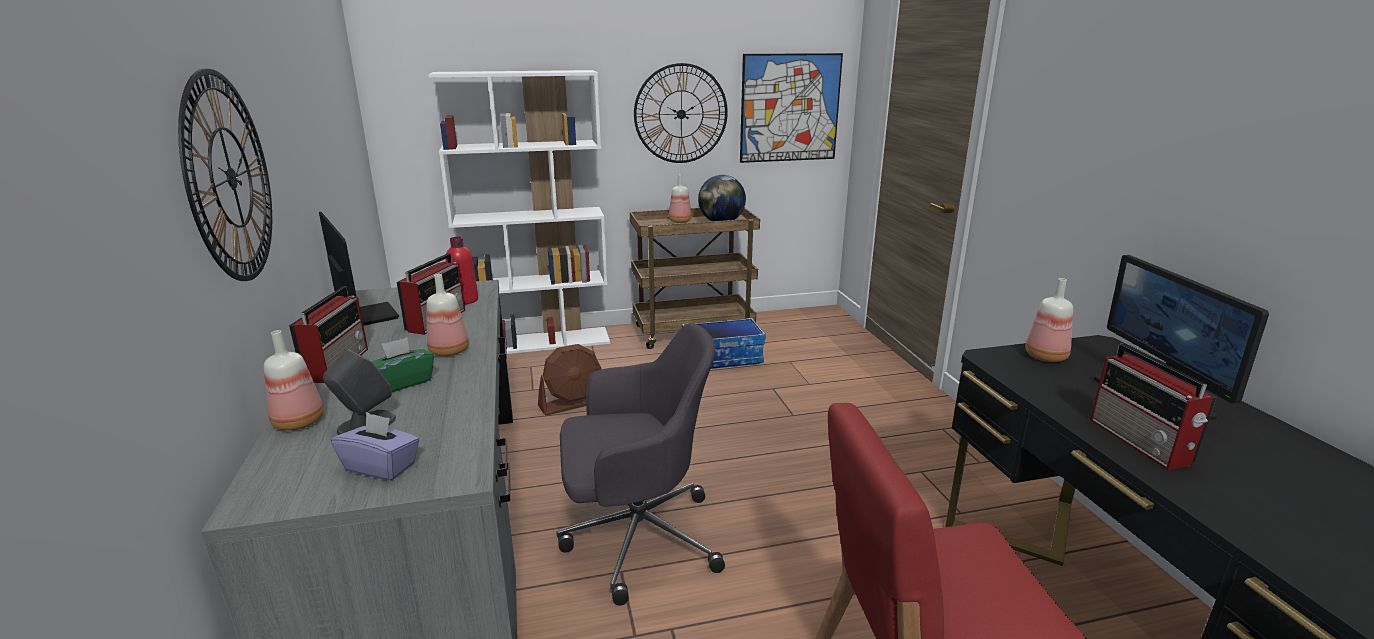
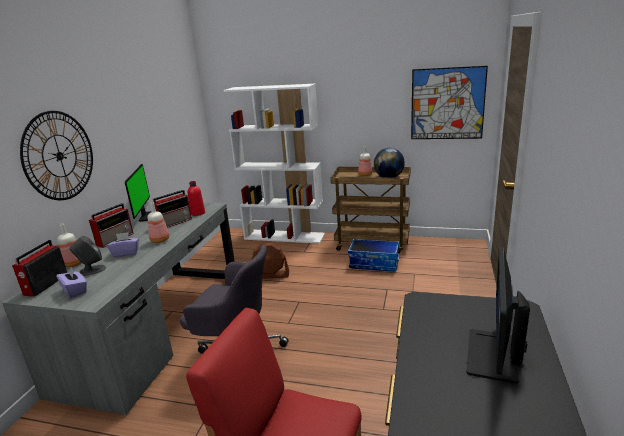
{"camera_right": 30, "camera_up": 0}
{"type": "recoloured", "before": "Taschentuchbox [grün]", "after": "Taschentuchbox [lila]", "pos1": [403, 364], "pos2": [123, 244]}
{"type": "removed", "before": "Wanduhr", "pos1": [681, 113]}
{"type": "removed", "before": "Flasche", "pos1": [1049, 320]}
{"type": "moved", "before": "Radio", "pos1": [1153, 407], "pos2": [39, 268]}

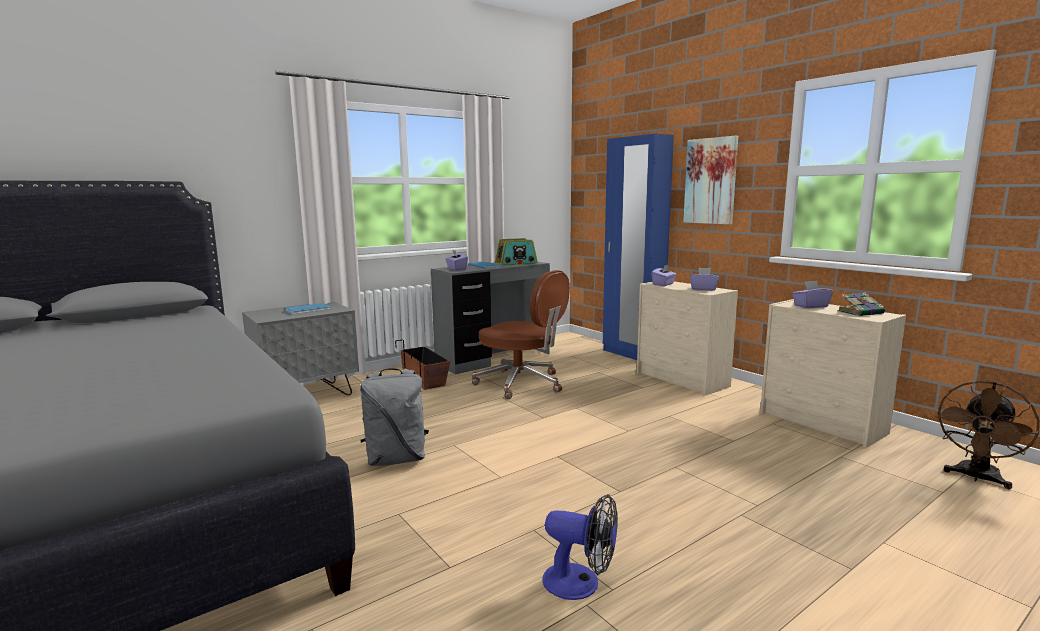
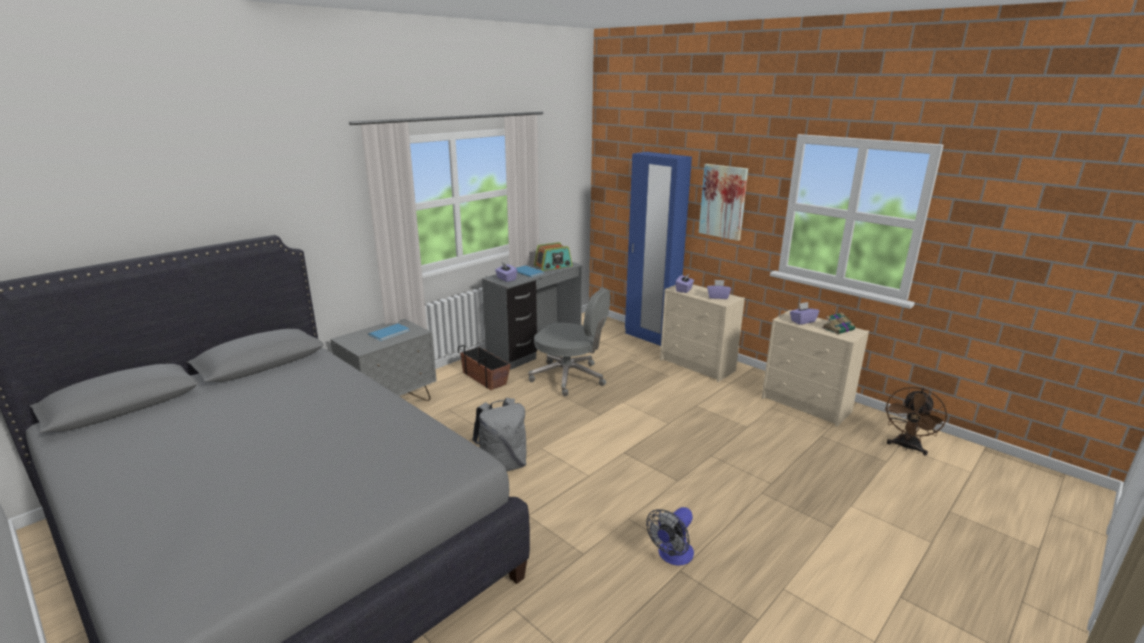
{"camera_right": -10, "camera_up": 10}
{"type": "recoloured", "before": "Bürostuhl [braun]", "after": "Bürostuhl [grau]", "pos1": [521, 334], "pos2": [569, 342]}
{"type": "turned", "before": "Ventilator", "pos1": [580, 547], "pos2": [670, 536], "turn": 120}

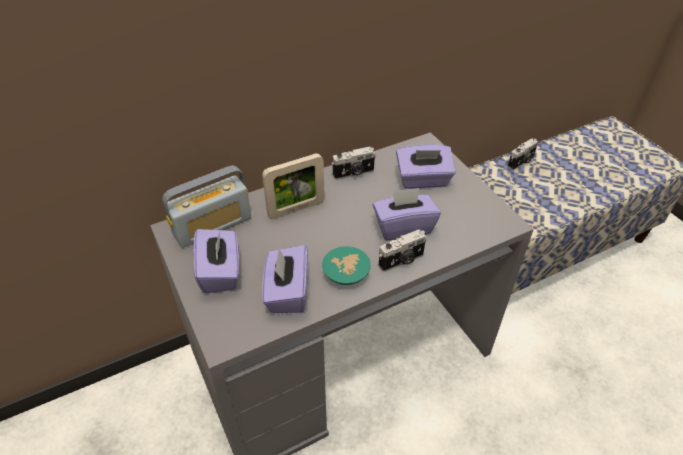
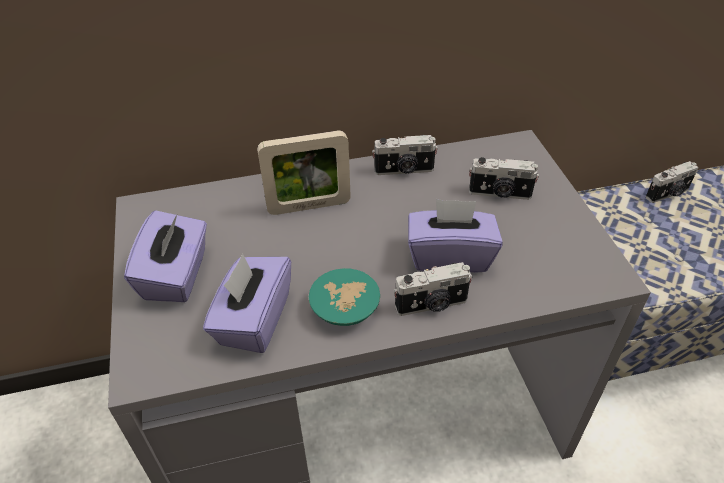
{"camera_right": 15, "camera_up": 0}
{"type": "removed", "before": "Radio", "pos1": [206, 207]}
{"type": "replaced", "before": "Taschentuchbox [lila]", "after": "Kamera", "pos1": [426, 166], "pos2": [504, 178]}

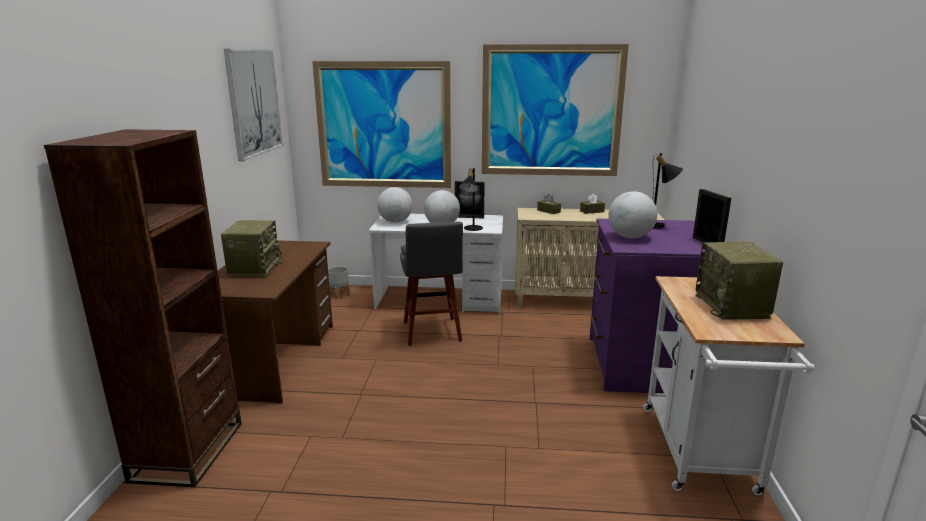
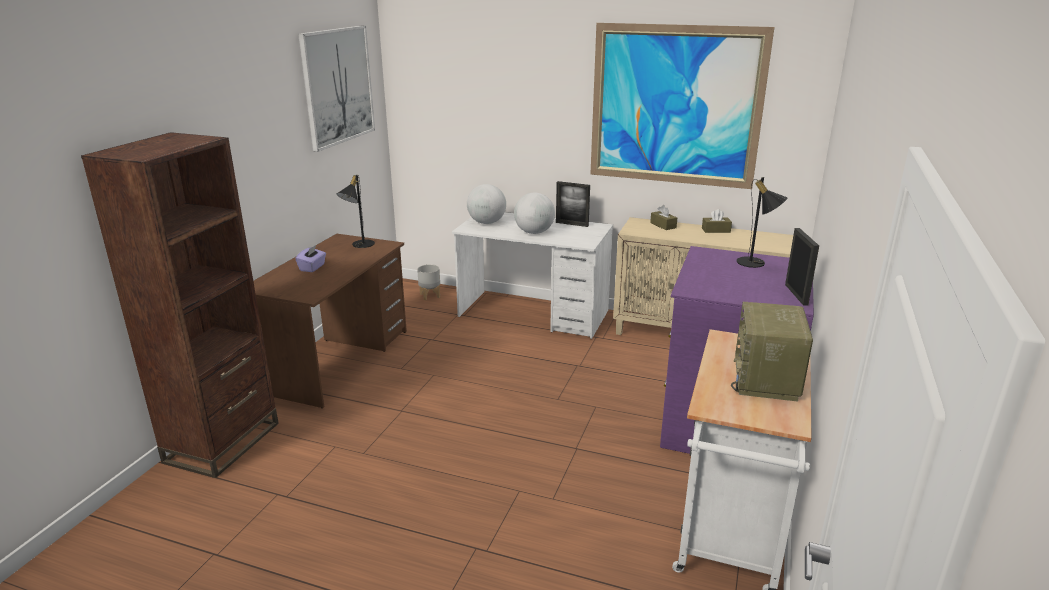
{"camera_right": 15, "camera_up": 5}
{"type": "replaced", "before": "Radio", "after": "Taschentuchbox [lila]", "pos1": [251, 248], "pos2": [310, 258]}
{"type": "removed", "before": "Bild", "pos1": [381, 124]}
{"type": "removed", "before": "Hocker [grau]", "pos1": [431, 284]}
{"type": "moved", "before": "Tischlampe [schwarz]", "pos1": [471, 199], "pos2": [356, 211]}
{"type": "removed", "before": "Globus", "pos1": [632, 215]}

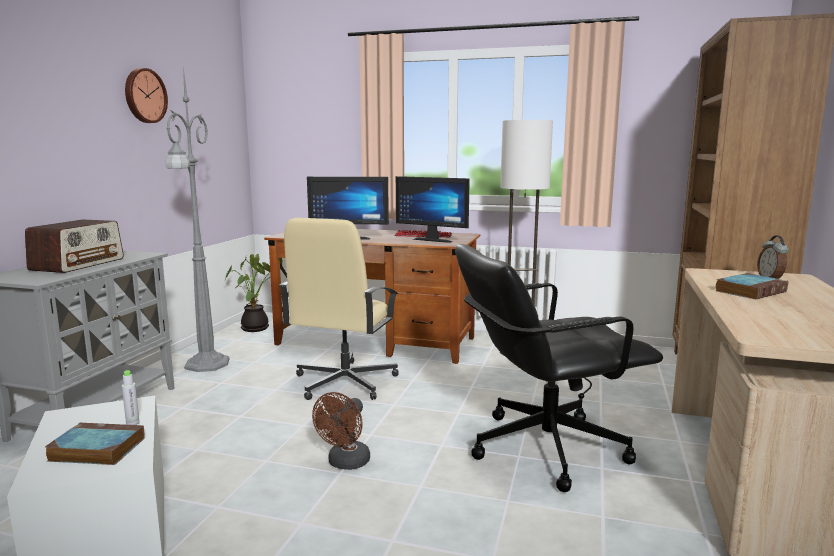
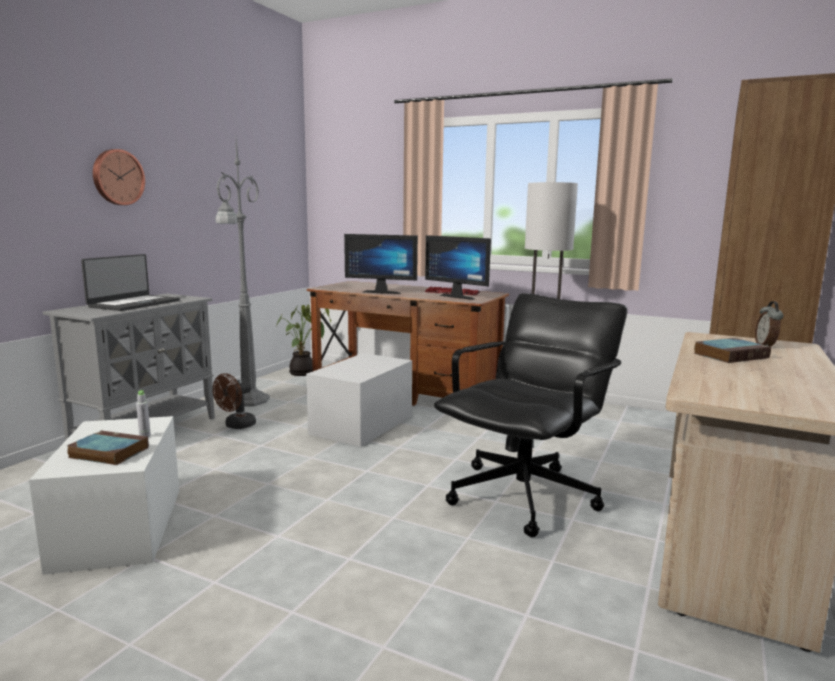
{"camera_right": 10, "camera_up": 0}
{"type": "replaced", "before": "Radio", "after": "Laptop", "pos1": [74, 246], "pos2": [130, 282]}
{"type": "moved", "before": "Wanduhr", "pos1": [146, 95], "pos2": [119, 177]}
{"type": "replaced", "before": "Bürostuhl [beige]", "after": "Aufbewahrungsbox [weiß]", "pos1": [339, 309], "pos2": [359, 400]}
{"type": "moved", "before": "Ventilator [braun]", "pos1": [341, 431], "pos2": [234, 401]}
{"type": "turned", "before": "Bürostuhl [schwarz]", "pos1": [559, 368], "pos2": [531, 415], "turn": 135}

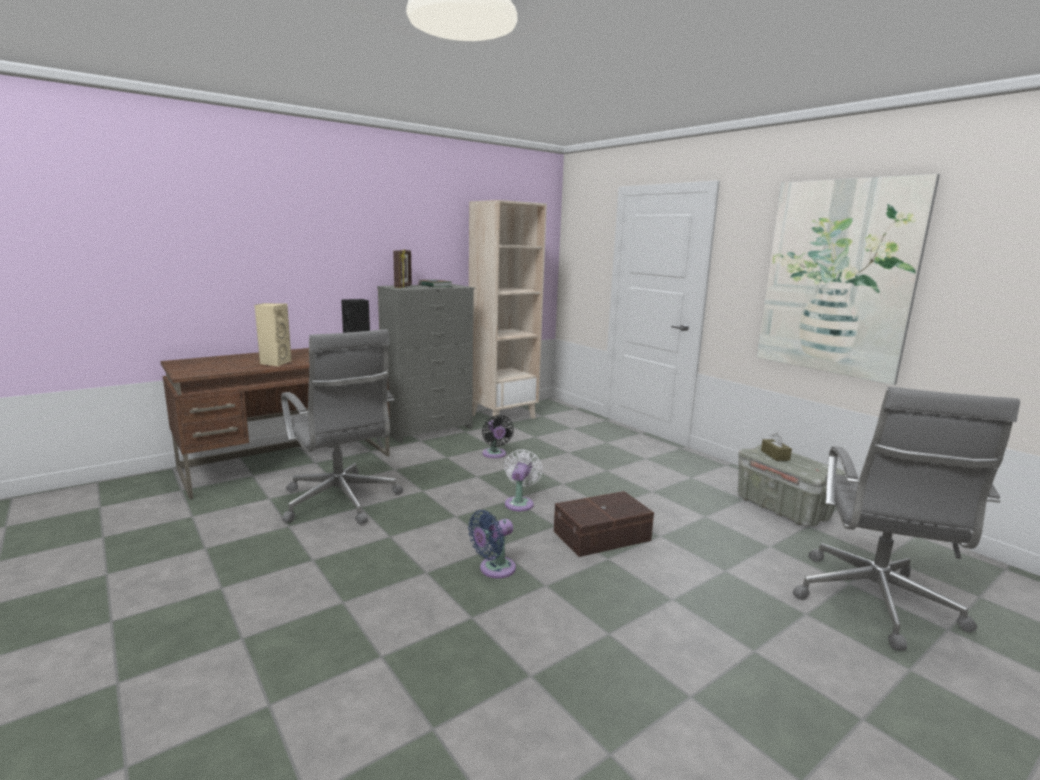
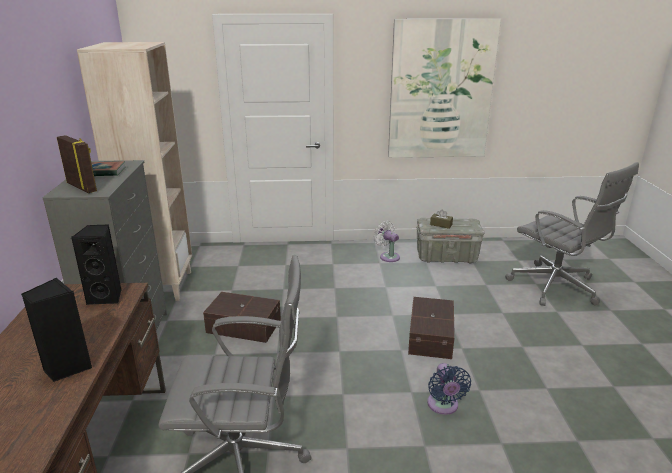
{"camera_right": -55, "camera_up": 10}
{"type": "recoloured", "before": "Lautsprecher [beige]", "after": "Lautsprecher [schwarz]", "pos1": [273, 334], "pos2": [56, 330]}
{"type": "replaced", "before": "Ventilator [schwarz]", "after": "Aufbewahrungsbox [braun]", "pos1": [498, 436], "pos2": [242, 317]}
{"type": "moved", "before": "Ventilator [weiß]", "pos1": [523, 480], "pos2": [387, 241]}

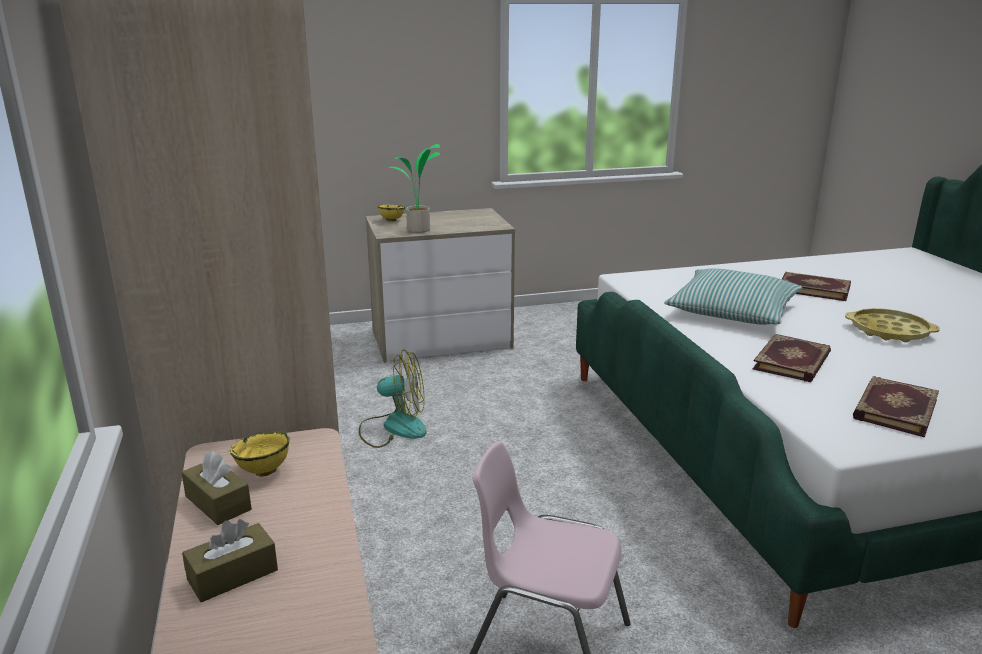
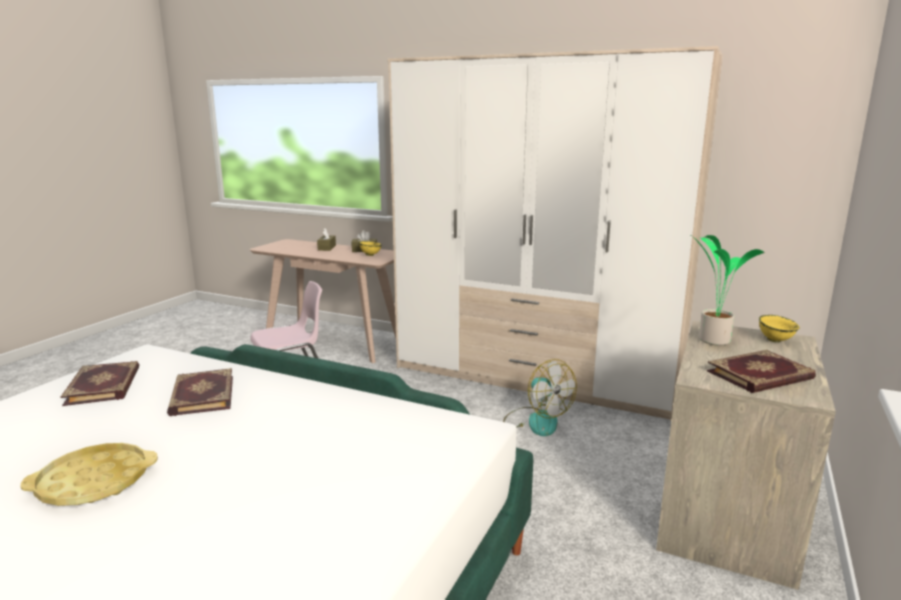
{"camera_right": 130, "camera_up": -5}
{"type": "turned", "before": "Ventilator", "pos1": [393, 399], "pos2": [540, 397], "turn": -75}
{"type": "removed", "before": "Kissen", "pos1": [733, 296]}
{"type": "moved", "before": "Buch", "pos1": [816, 286], "pos2": [761, 371]}

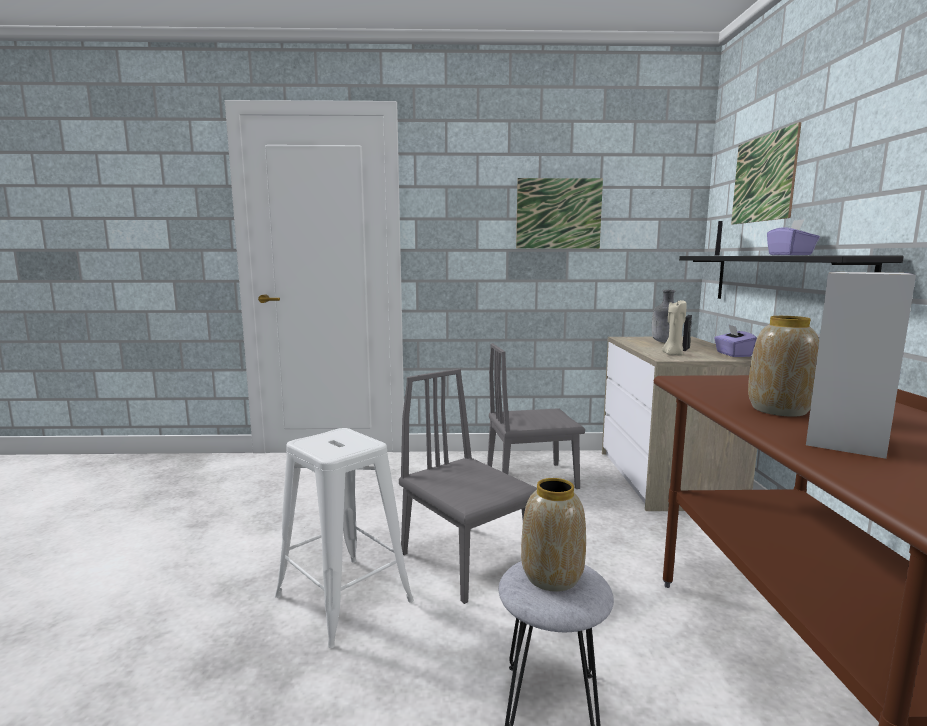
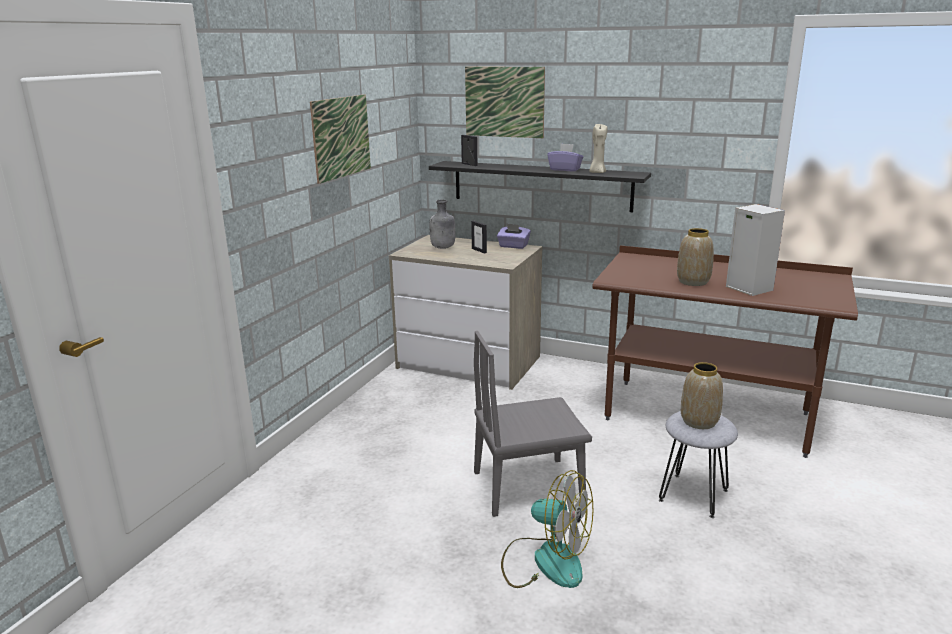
{"camera_right": -65, "camera_up": 10}
{"type": "replaced", "before": "Hocker [weiß]", "after": "Ventilator", "pos1": [344, 538], "pos2": [547, 529]}
{"type": "removed", "before": "Stuhl [grau]", "pos1": [536, 416]}
{"type": "moved", "before": "Kerze [beige]", "pos1": [674, 328], "pos2": [598, 148]}

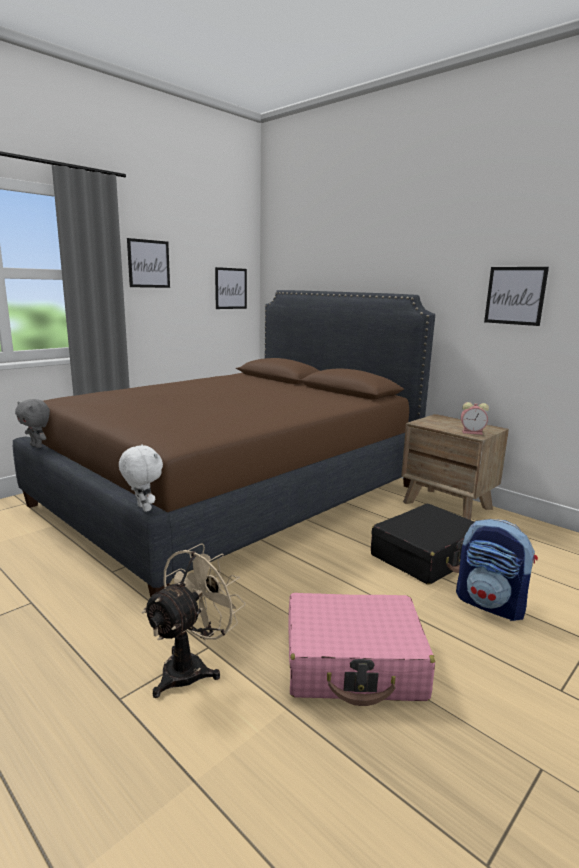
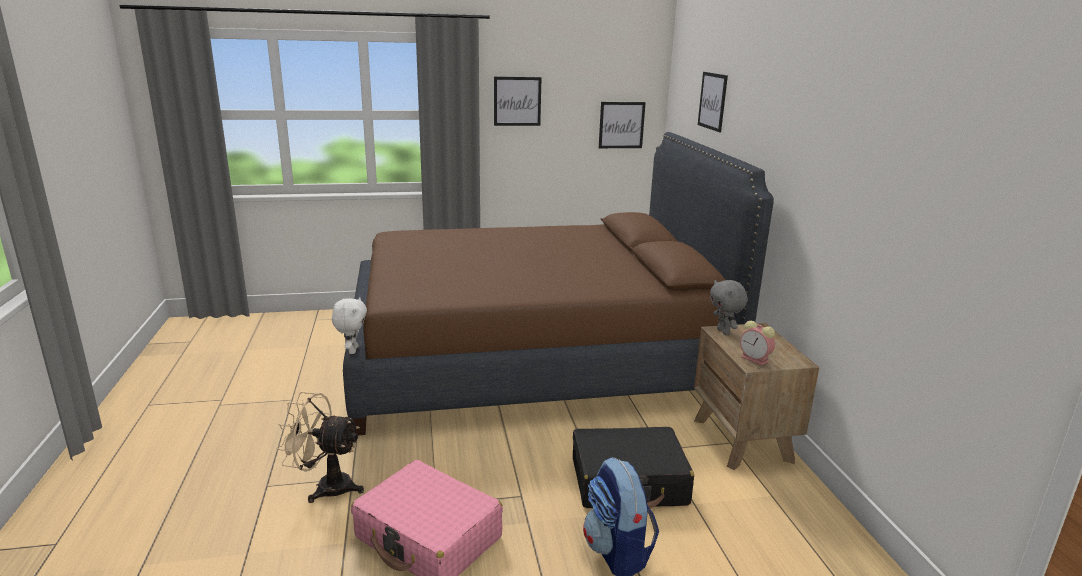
{"camera_right": 35, "camera_up": 5}
{"type": "moved", "before": "Plüschtier [grau]", "pos1": [32, 423], "pos2": [729, 307]}
{"type": "turned", "before": "Ventilator [beige]", "pos1": [194, 620], "pos2": [320, 447], "turn": -150}
{"type": "moved", "before": "Bild", "pos1": [516, 296], "pos2": [713, 102]}

